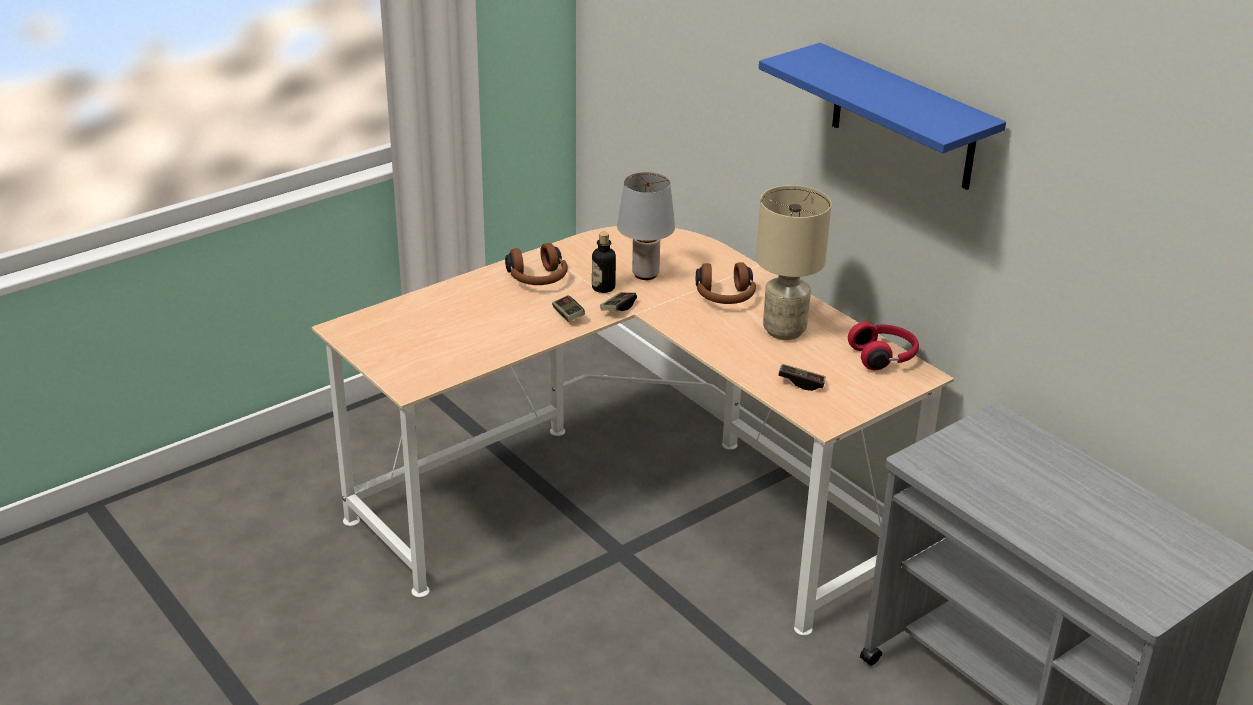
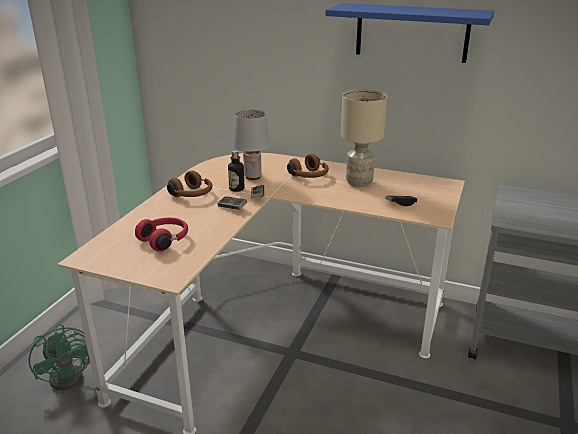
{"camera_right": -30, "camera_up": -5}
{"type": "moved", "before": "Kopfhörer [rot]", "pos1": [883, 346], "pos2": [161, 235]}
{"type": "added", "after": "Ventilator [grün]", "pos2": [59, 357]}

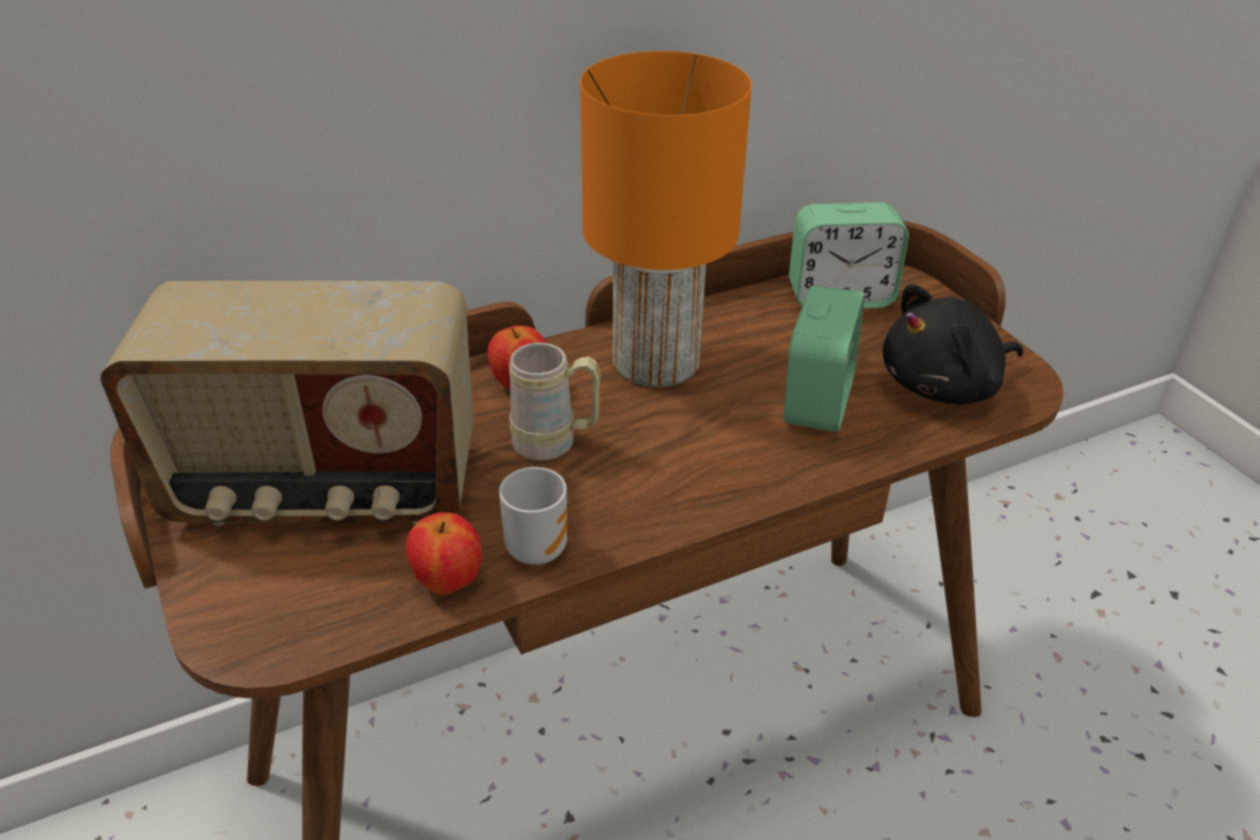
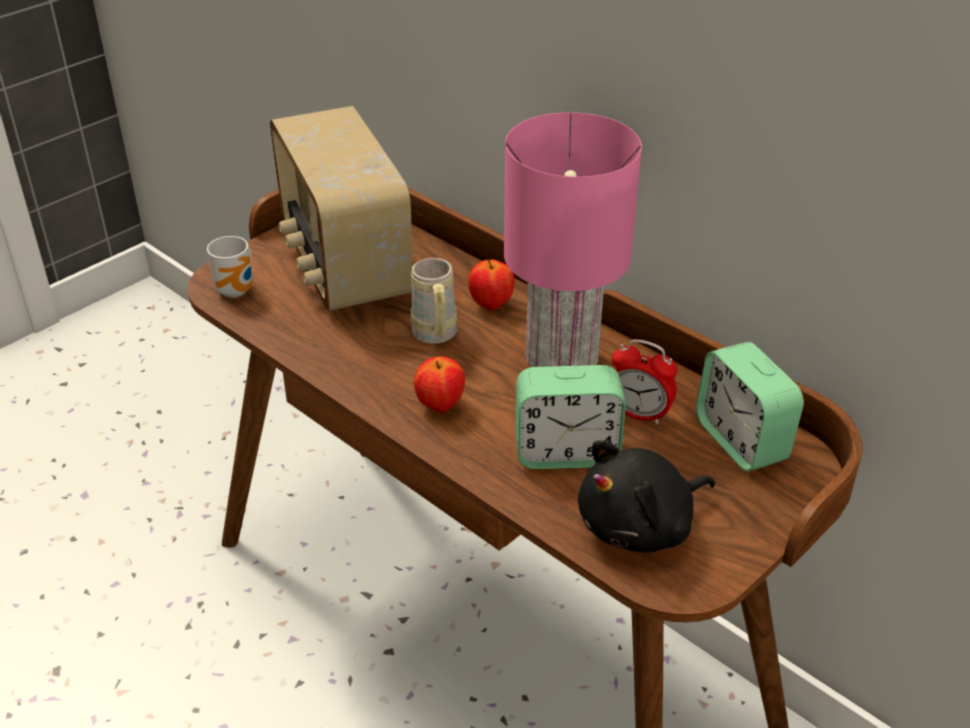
{"camera_right": 70, "camera_up": 0}
{"type": "moved", "before": "Apfel", "pos1": [444, 553], "pos2": [439, 384]}
{"type": "moved", "before": "Henkelbecher", "pos1": [533, 516], "pos2": [230, 267]}
{"type": "recoloured", "before": "Tischlampe [orange]", "after": "Tischlampe [rosa]", "pos1": [666, 219], "pos2": [573, 239]}
{"type": "turned", "before": "Plüschtier [schwarz]", "pos1": [953, 344], "pos2": [646, 496], "turn": -75}
{"type": "added", "after": "Wecker", "pos2": [644, 382]}

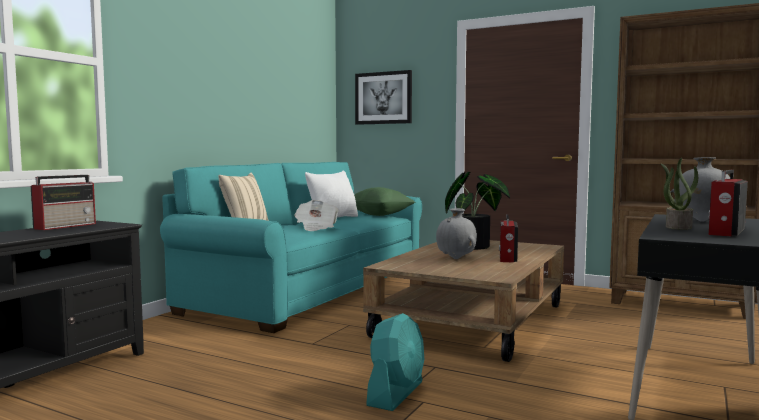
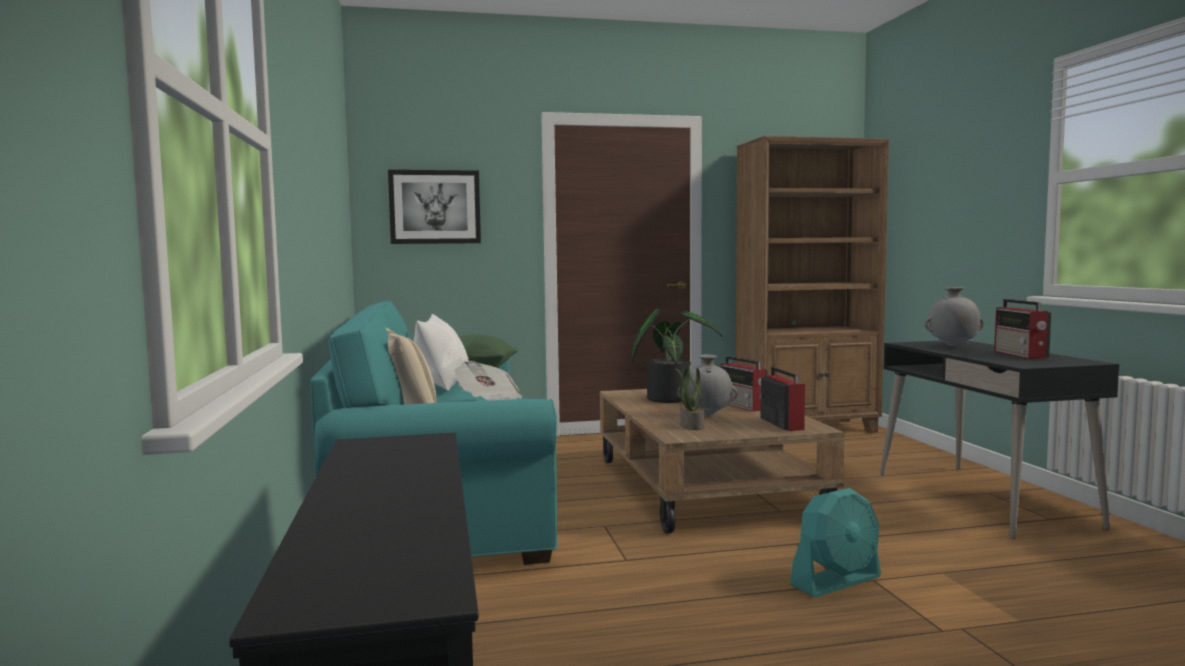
{"camera_right": -40, "camera_up": 0}
{"type": "moved", "before": "Radio", "pos1": [63, 202], "pos2": [783, 399]}
{"type": "turned", "before": "Ventilator [türkis]", "pos1": [395, 362], "pos2": [835, 542], "turn": 75}
{"type": "moved", "before": "Topfpflanze", "pos1": [679, 194], "pos2": [689, 396]}

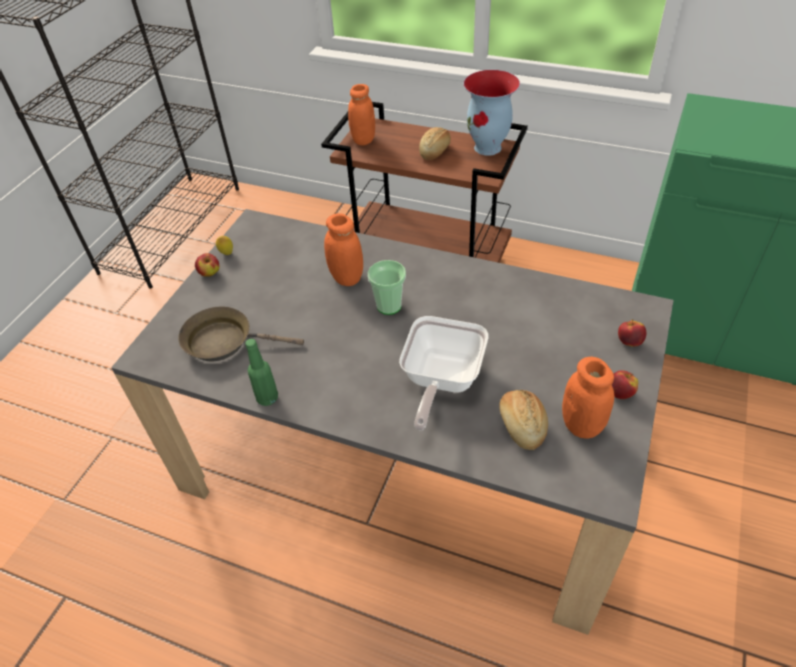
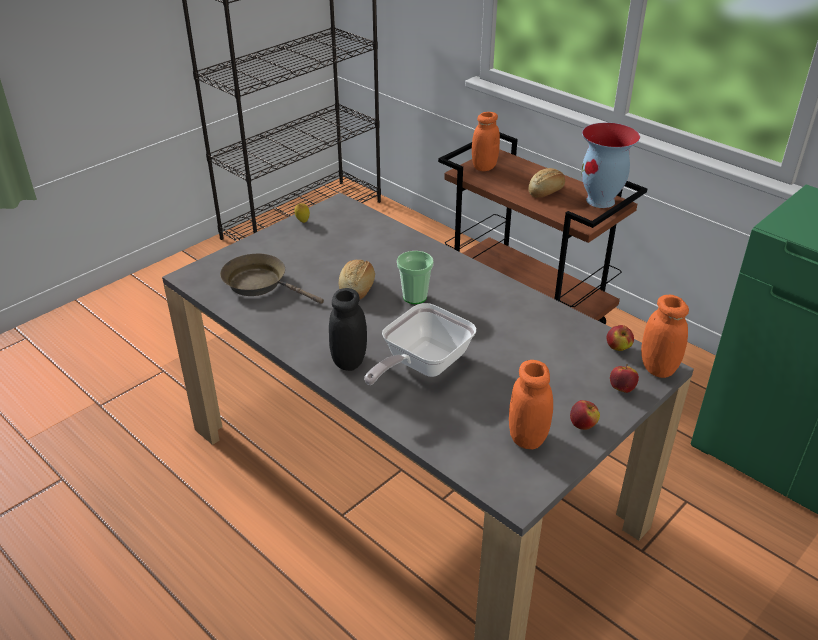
{"camera_right": 20, "camera_up": -10}
{"type": "moved", "before": "Apfel", "pos1": [207, 264], "pos2": [620, 338]}
{"type": "removed", "before": "Flasche [grün]", "pos1": [261, 372]}
{"type": "moved", "before": "Vorratsglas [orange]", "pos1": [343, 249], "pos2": [665, 336]}
{"type": "moved", "before": "Brot", "pos1": [523, 420], "pos2": [357, 279]}
{"type": "added", "after": "Vorratsglas [schwarz]", "pos2": [348, 329]}

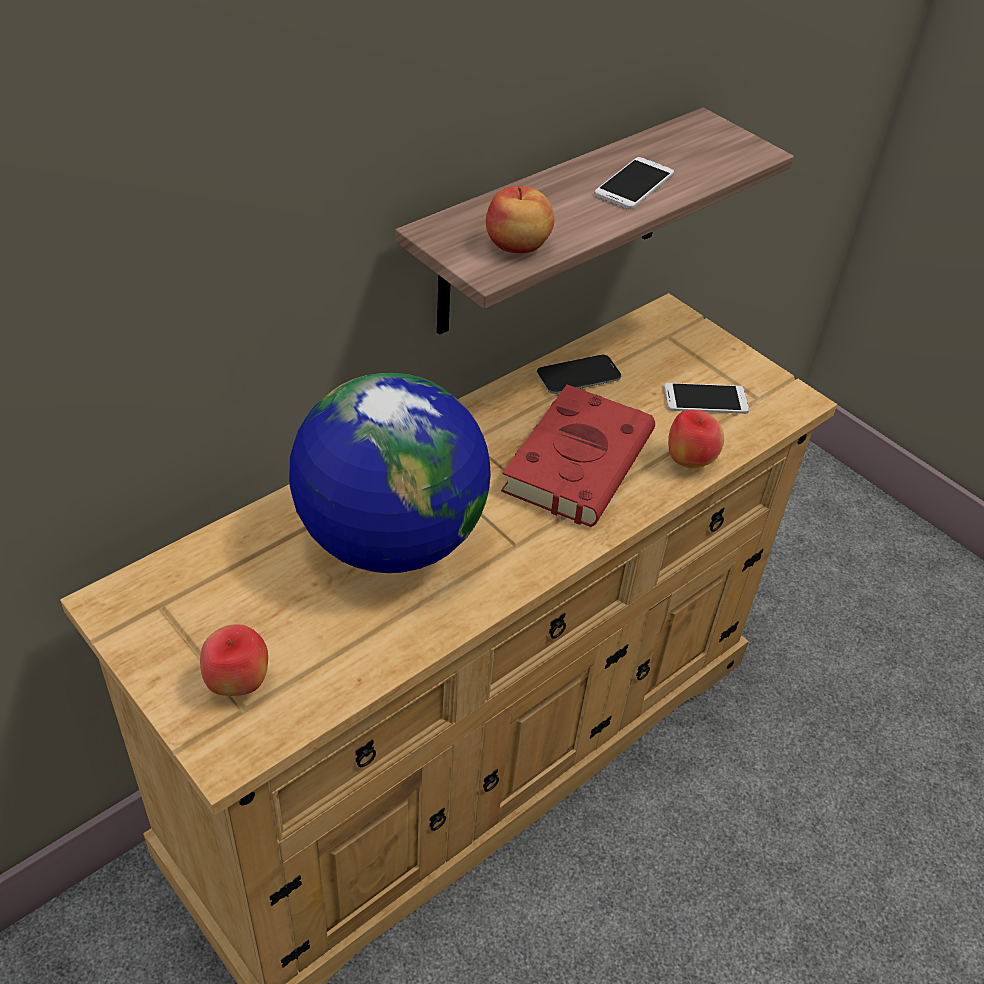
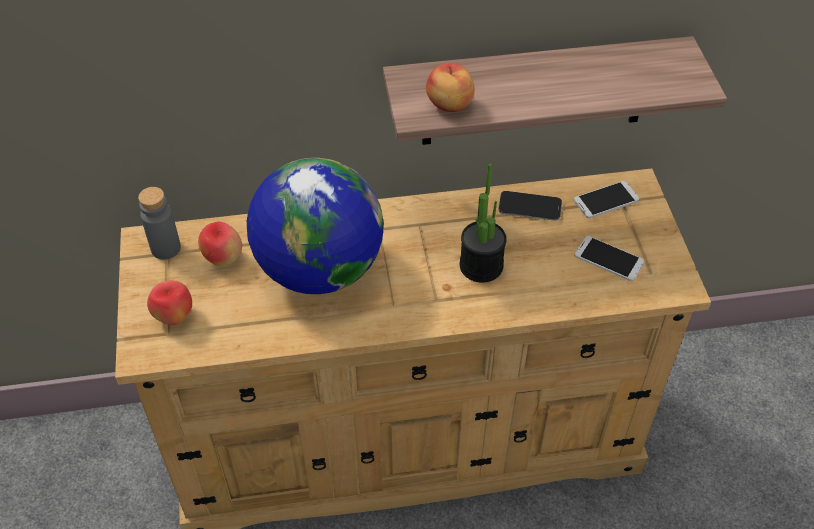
{"camera_right": 35, "camera_up": 5}
{"type": "replaced", "before": "Buch [rot]", "after": "Topfpflanze", "pos1": [578, 456], "pos2": [483, 223]}
{"type": "moved", "before": "Handy", "pos1": [634, 183], "pos2": [607, 199]}
{"type": "moved", "before": "Apfel", "pos1": [696, 439], "pos2": [220, 244]}
{"type": "added", "after": "Flasche [grau]", "pos2": [159, 223]}

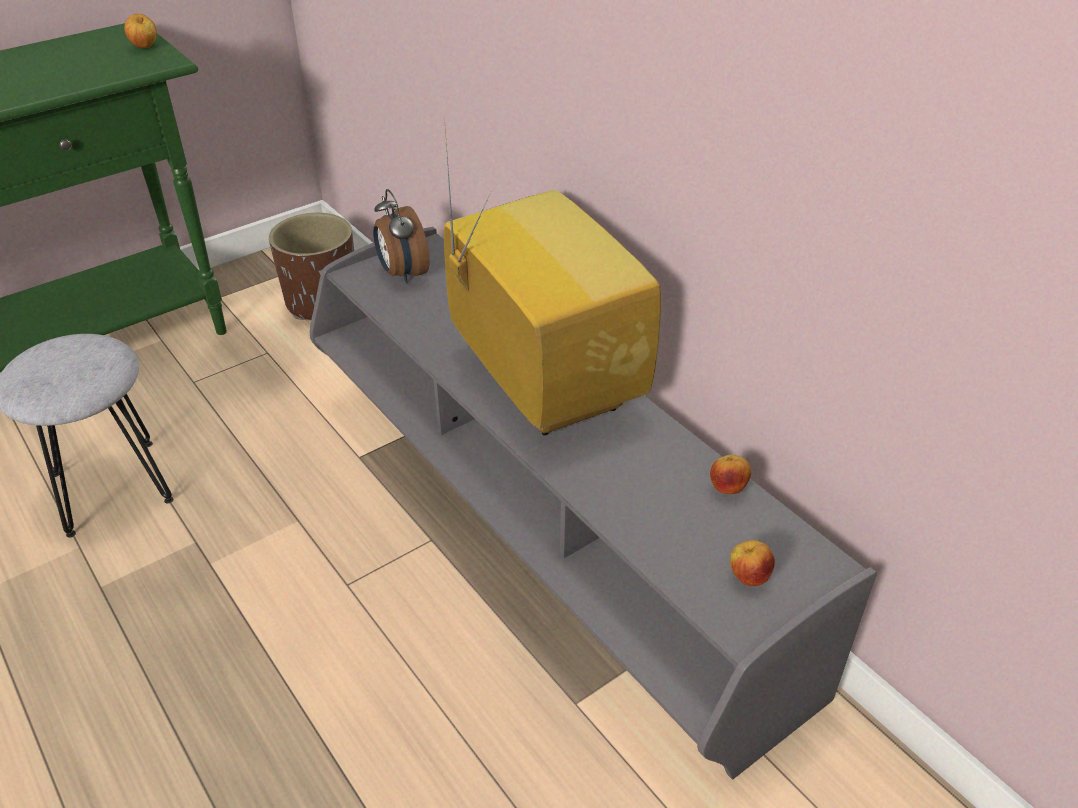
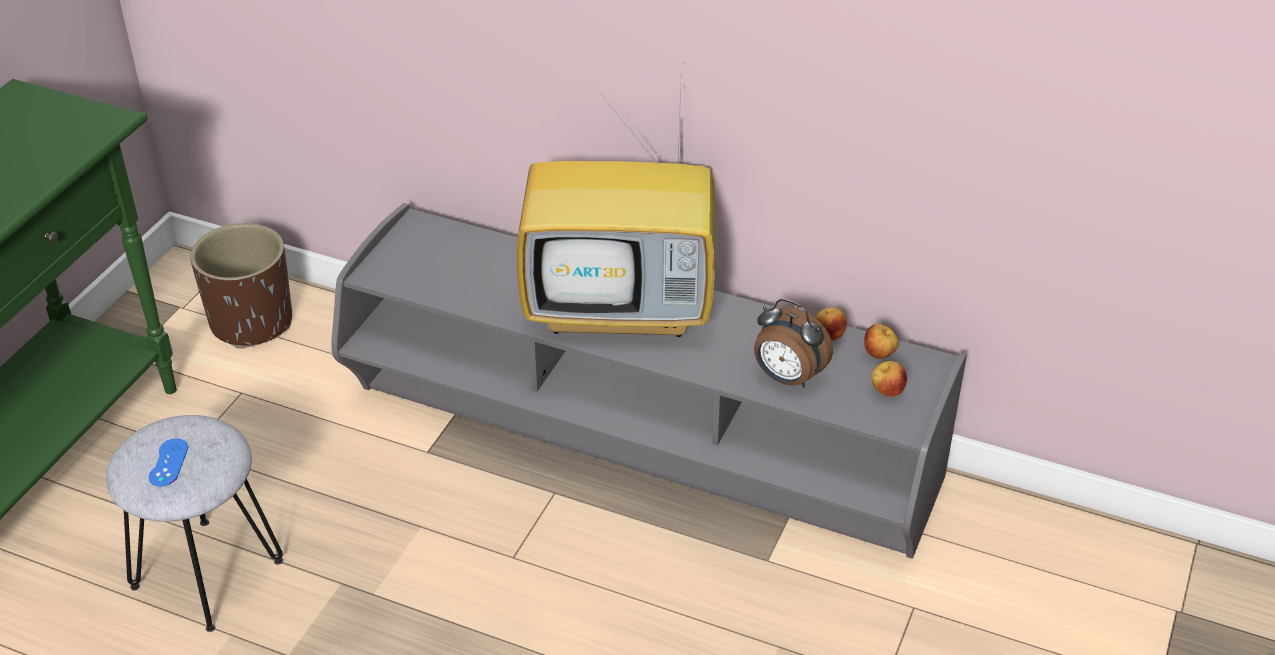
{"camera_right": -30, "camera_up": 0}
{"type": "moved", "before": "Apfel", "pos1": [140, 31], "pos2": [881, 341]}
{"type": "moved", "before": "Wecker", "pos1": [401, 236], "pos2": [793, 343]}
{"type": "turned", "before": "Fernseher", "pos1": [552, 276], "pos2": [616, 211], "turn": 150}
{"type": "added", "after": "Gamepad [blau]", "pos2": [168, 462]}

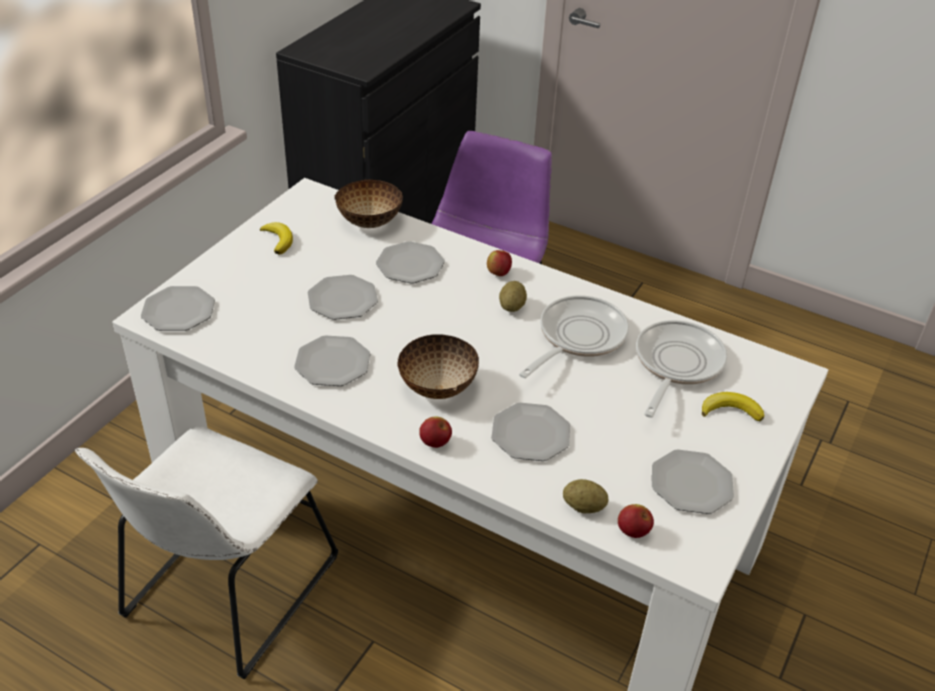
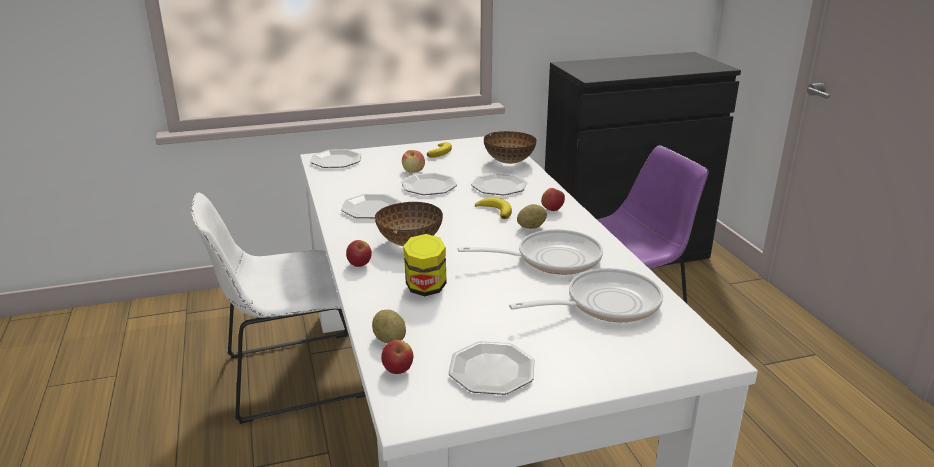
{"camera_right": 45, "camera_up": -15}
{"type": "replaced", "before": "Teller", "after": "Vorratsglas", "pos1": [530, 432], "pos2": [425, 265]}
{"type": "moved", "before": "Banane", "pos1": [733, 407], "pos2": [493, 208]}
{"type": "added", "after": "Apfel", "pos2": [413, 161]}

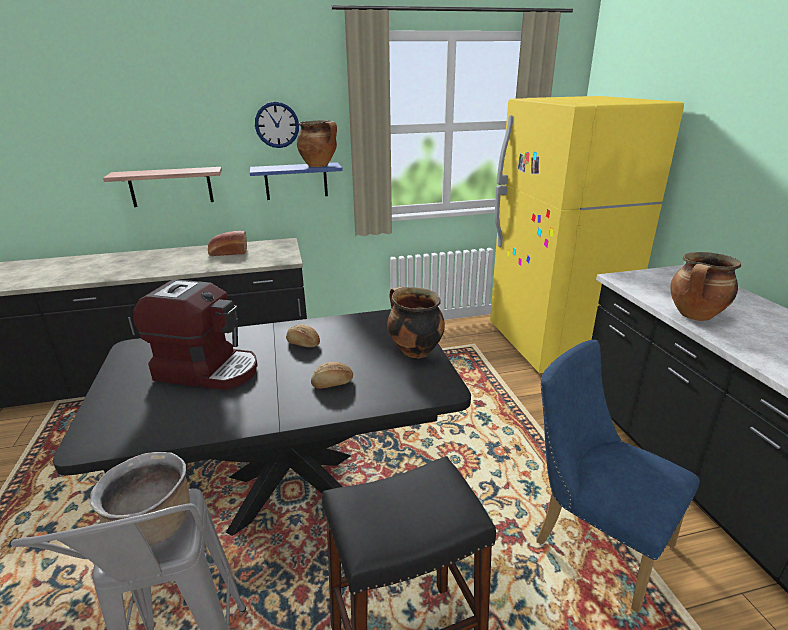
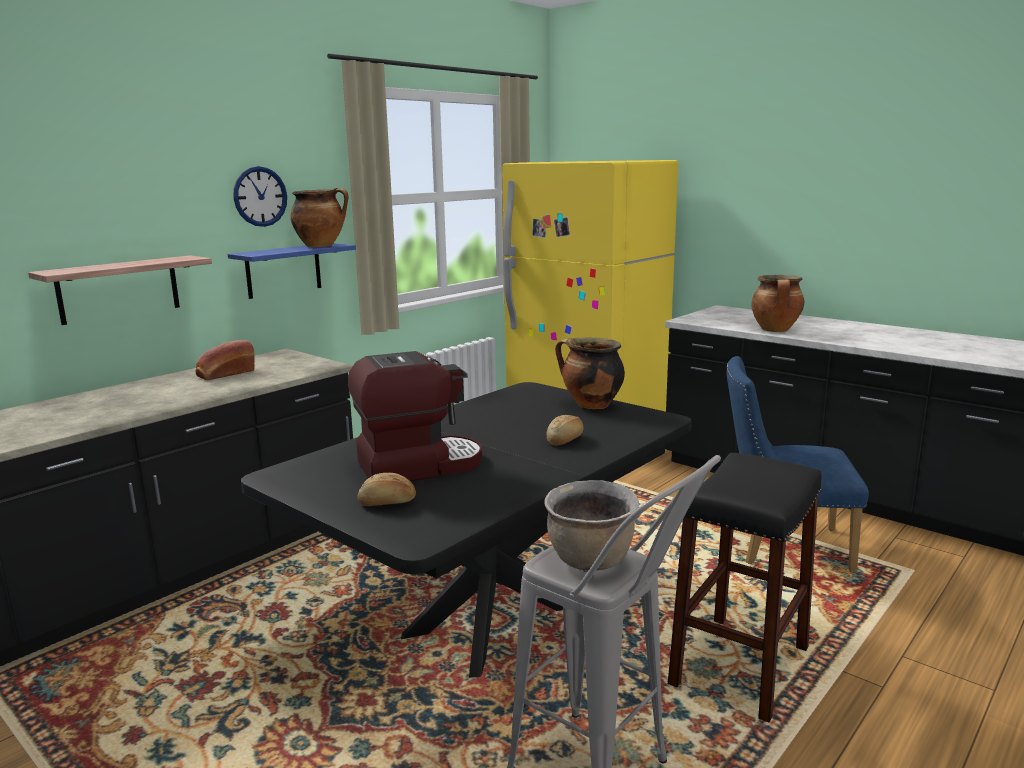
{"camera_right": -35, "camera_up": -10}
{"type": "moved", "before": "Brot", "pos1": [303, 335], "pos2": [387, 489]}

